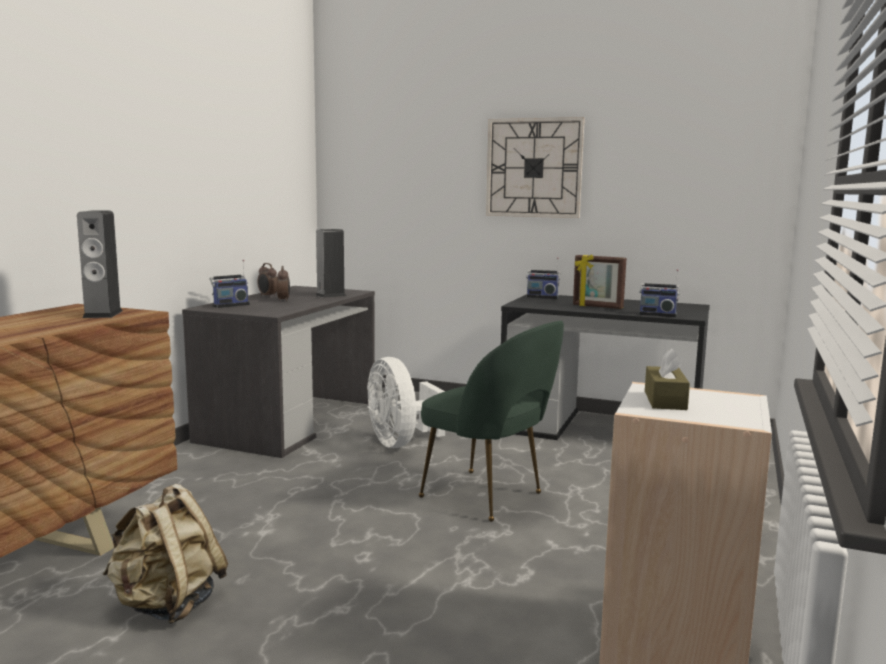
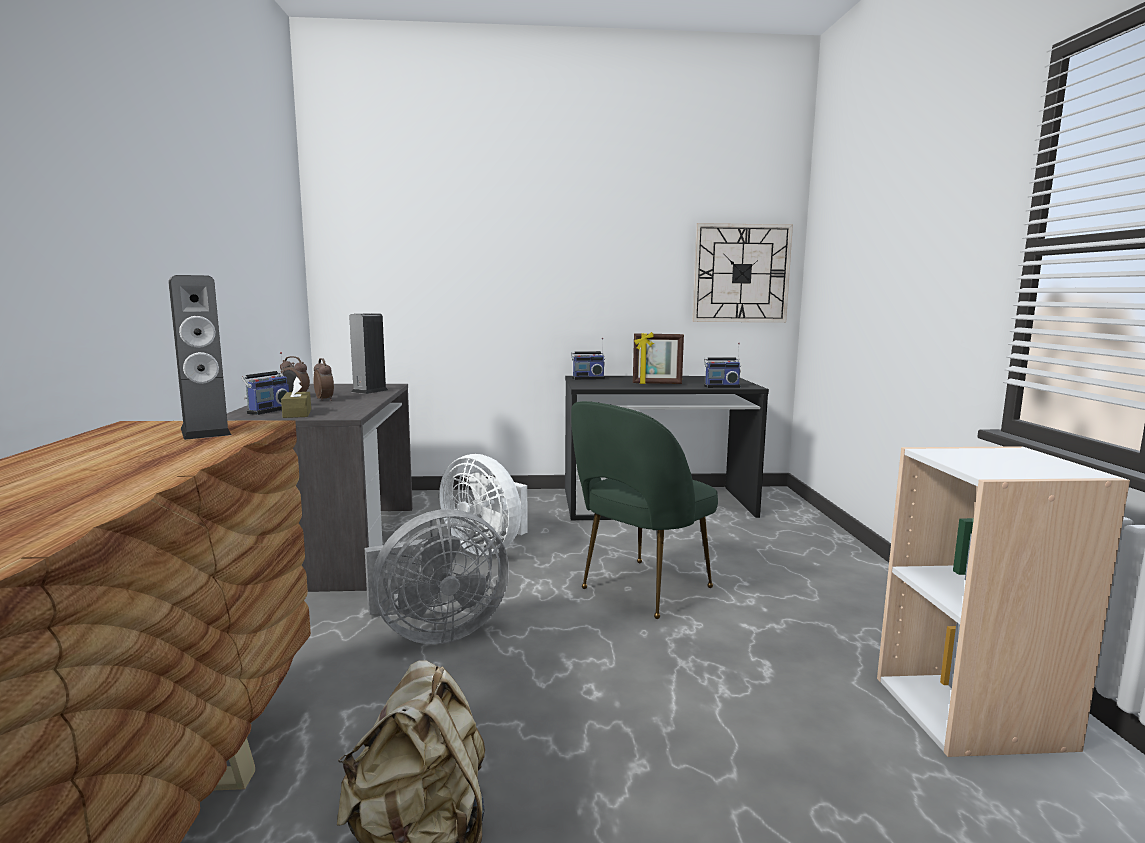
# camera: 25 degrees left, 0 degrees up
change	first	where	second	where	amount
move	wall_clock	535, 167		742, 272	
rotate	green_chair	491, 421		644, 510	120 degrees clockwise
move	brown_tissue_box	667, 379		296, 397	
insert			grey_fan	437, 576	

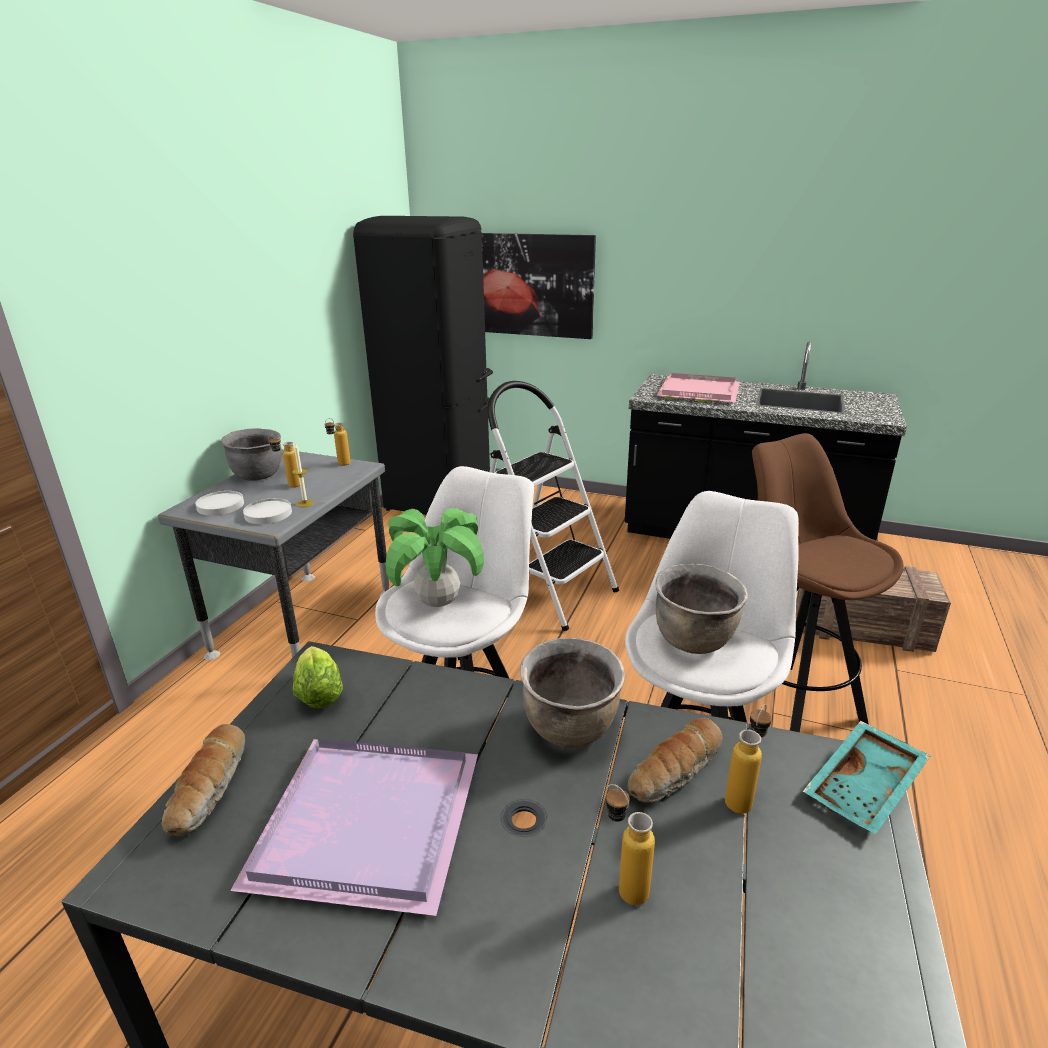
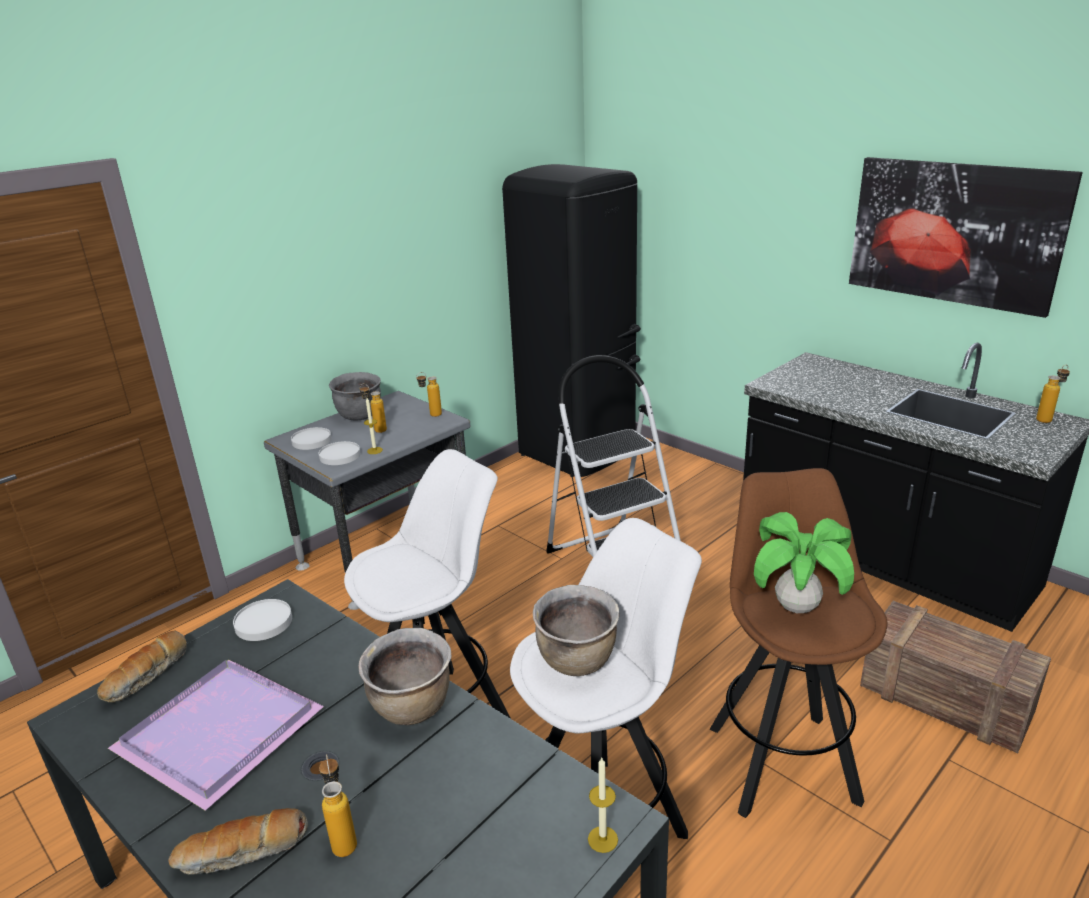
# camera: 25 degrees right, 0 degrees up
change	first	where	second	where	amount
move	picture	539, 286		965, 237	
delete	pink_tray	698, 387			
move	potted_plant	435, 557		804, 562	
replace	lettuce	318, 677	white_plate	262, 620	
move	bottle	748, 759		1053, 394	
move	bread	675, 760		238, 841	
replace	turquoise_tray	866, 778	candle	603, 805	

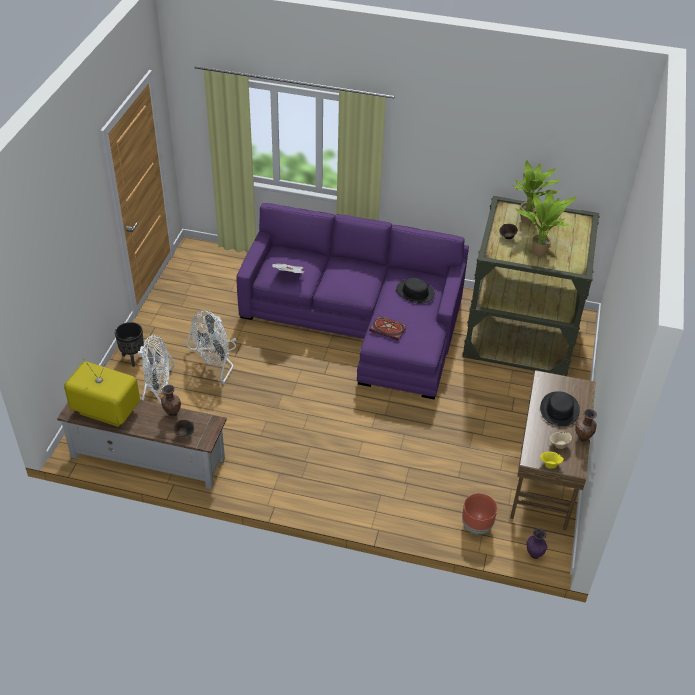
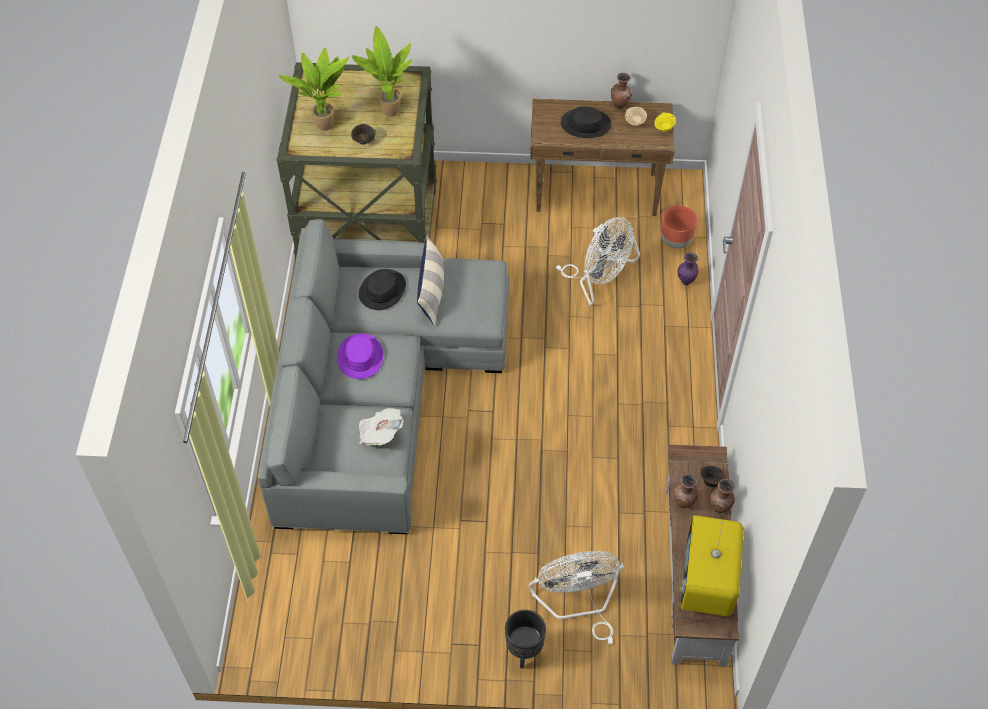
# camera: 100 degrees left, 10 degrees up
change	first	where	second	where	amount
recolor	purple_sofa	352, 301	grey_sofa	383, 376	
move	white_fan	211, 347		598, 261	
delete	book	388, 327			
move	purple_vase	537, 543		688, 268	
insert			pillow	430, 280	
insert			purple_hat	360, 356	
insert			brown_vase	722, 496	

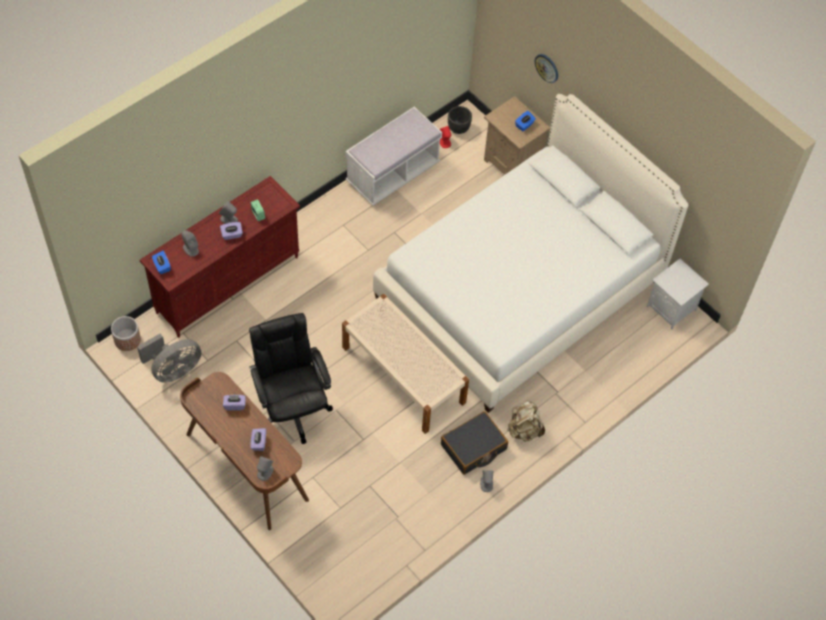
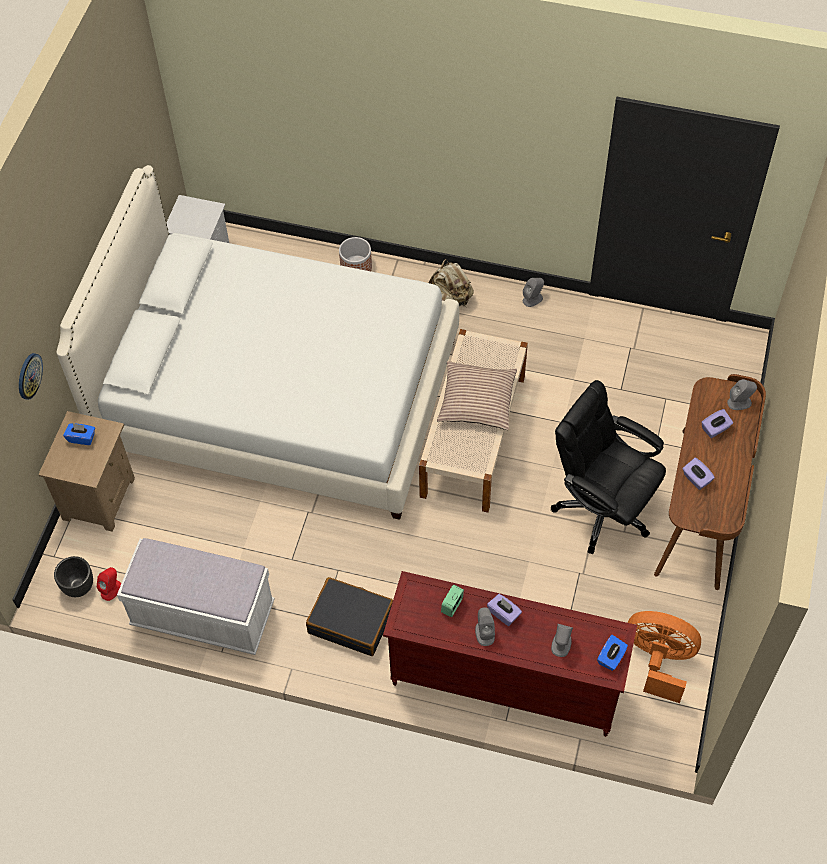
# camera: 120 degrees left, 0 degrees up
change	first	where	second	where	amount
rotate	black_office_chair	291, 378		608, 467	90 degrees clockwise
move	planter	126, 333		355, 254	
recolor	grey_fan	169, 358	orange_fan	664, 657	
move	black_suitcase	474, 443		349, 616	
insert			pillow	477, 395	

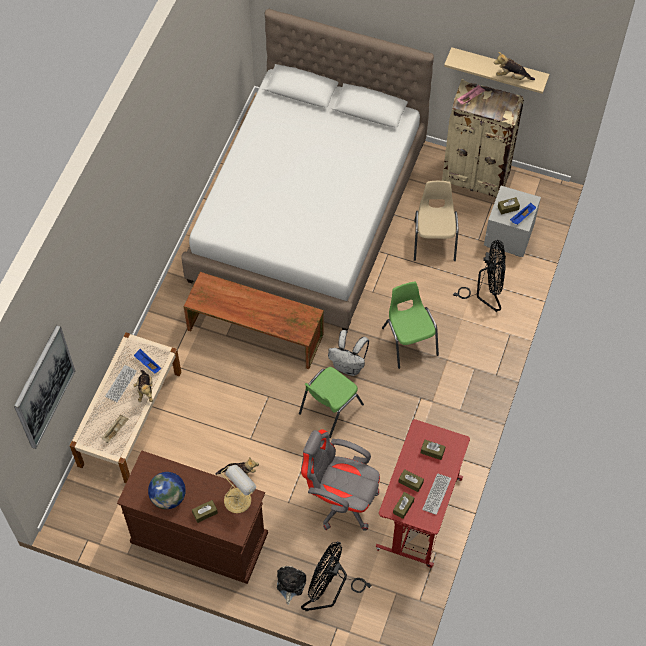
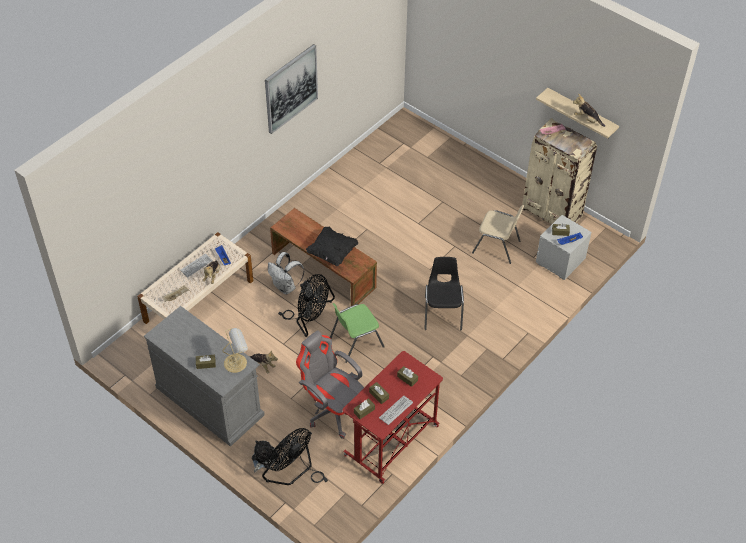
# camera: 20 degrees right, 10 degrees down
change	first	where	second	where	amount
delete	white_bed	307, 170			
rotate	beige_chair	436, 221		498, 234	90 degrees clockwise
move	black_fan	479, 276		306, 305	
recolor	green_chair	410, 325	black_chair	444, 294	
move	picture	44, 387		291, 89	
move	white_backpack	348, 353		286, 273	
recolor	brown_dresser	192, 517	grey_dresser	204, 376	
delete	globe	167, 490			
insert			black_pillow	332, 246	

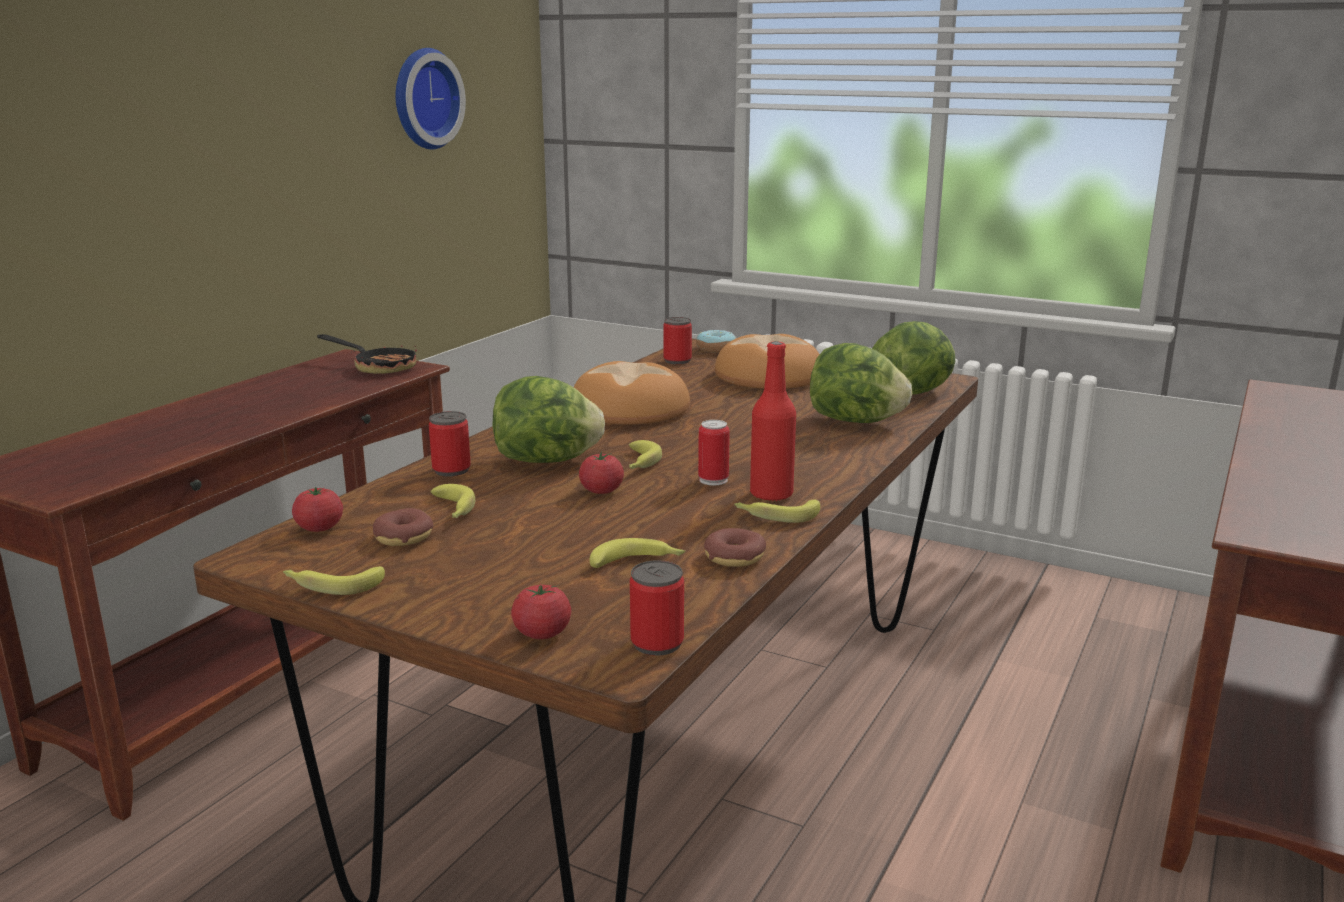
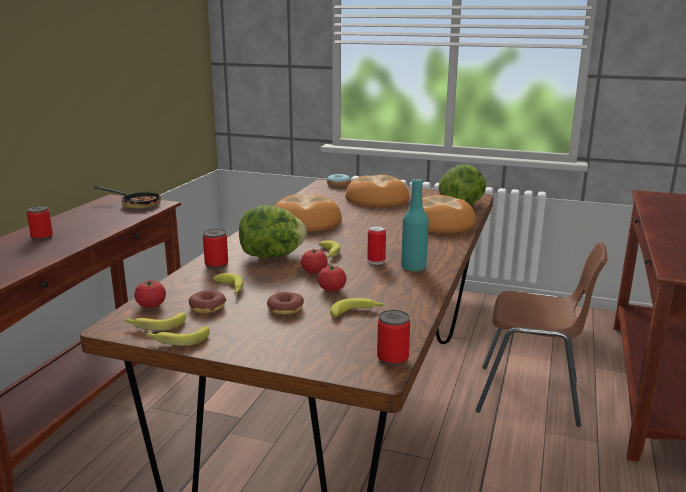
# camera: 10 degrees left, 0 degrees up
change	first	where	second	where	amount
delete	wall_clock	430, 99			
move	can	677, 340		40, 223	
recolor	red_bottle	773, 421	turquoise_bottle	415, 225	
replace	lettuce	861, 383	bread	440, 214	
move	banana	777, 511		155, 321	
move	donut	735, 547		285, 303	
move	tomato	541, 611		332, 279	
insert			brown_chair	541, 334	

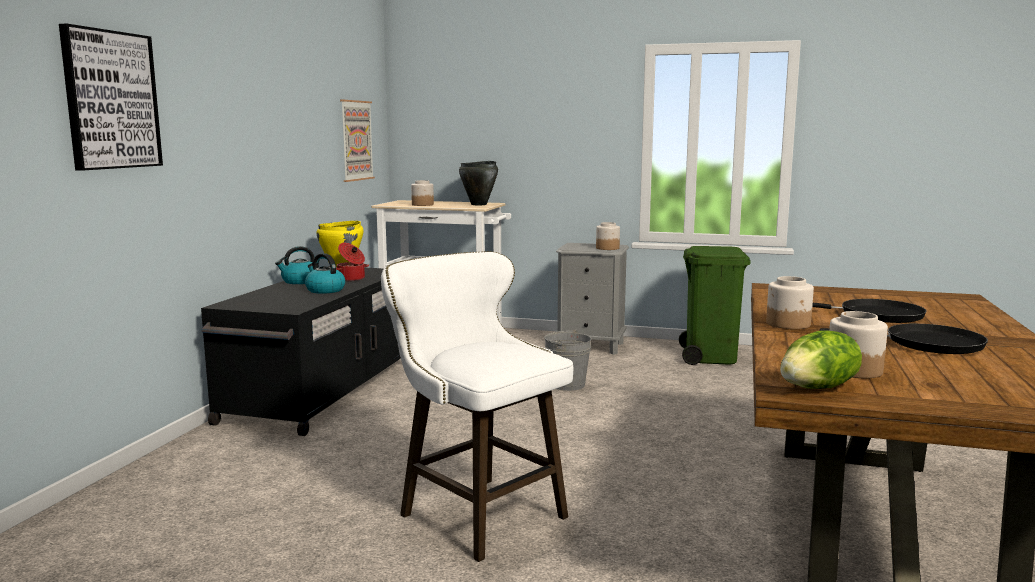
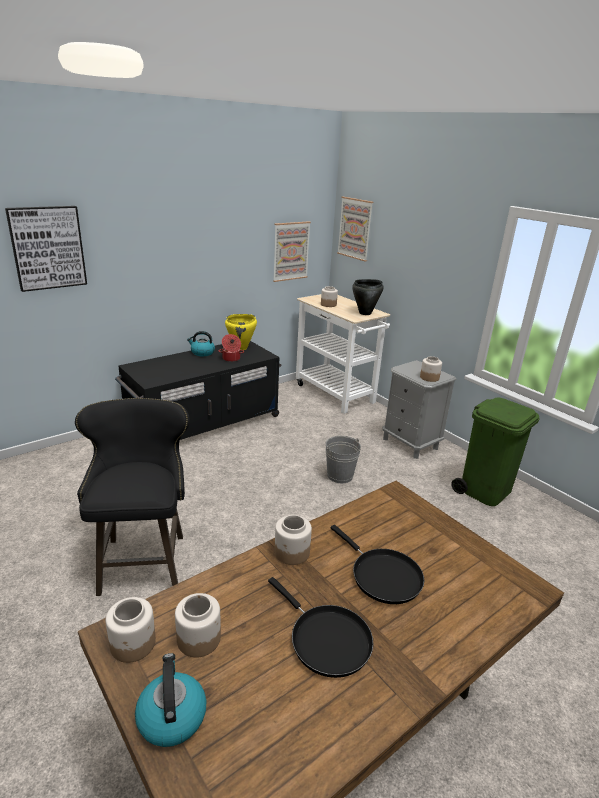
# camera: 35 degrees right, 15 degrees up
change	first	where	second	where	amount
recolor	white_stool	477, 406	black_stool	132, 497	
move	kettle	325, 273		170, 700	
replace	lettuce	821, 359	jar	130, 630	
insert			picture	355, 229	

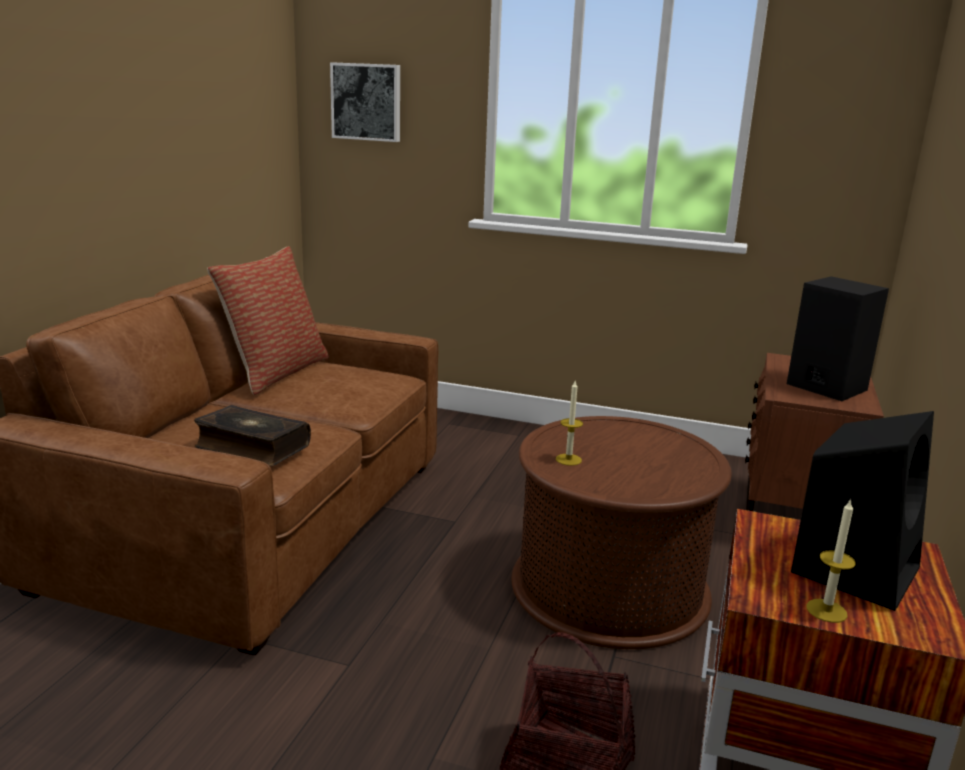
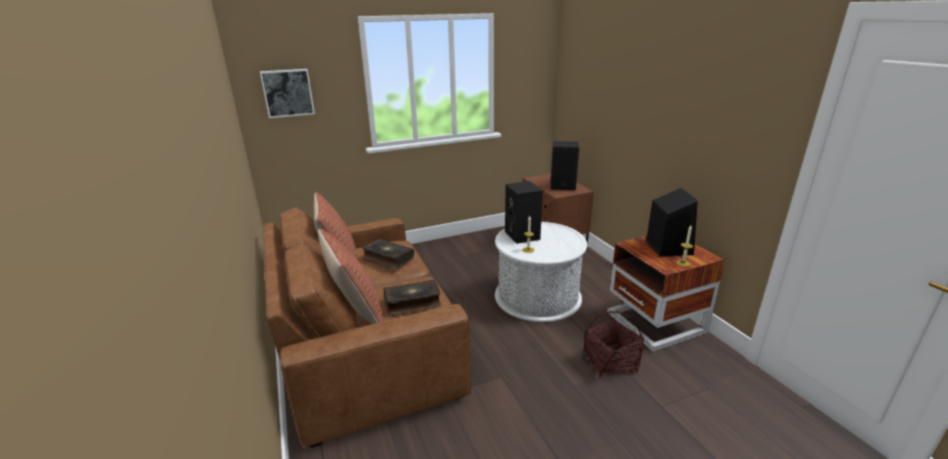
# camera: 40 degrees left, 5 degrees up
change	first	where	second	where	amount
recolor	brown_coffee_table	621, 532	white_coffee_table	541, 272	
insert			black_speaker	524, 212	
insert			pillow	351, 276	
insert			book	388, 254	

